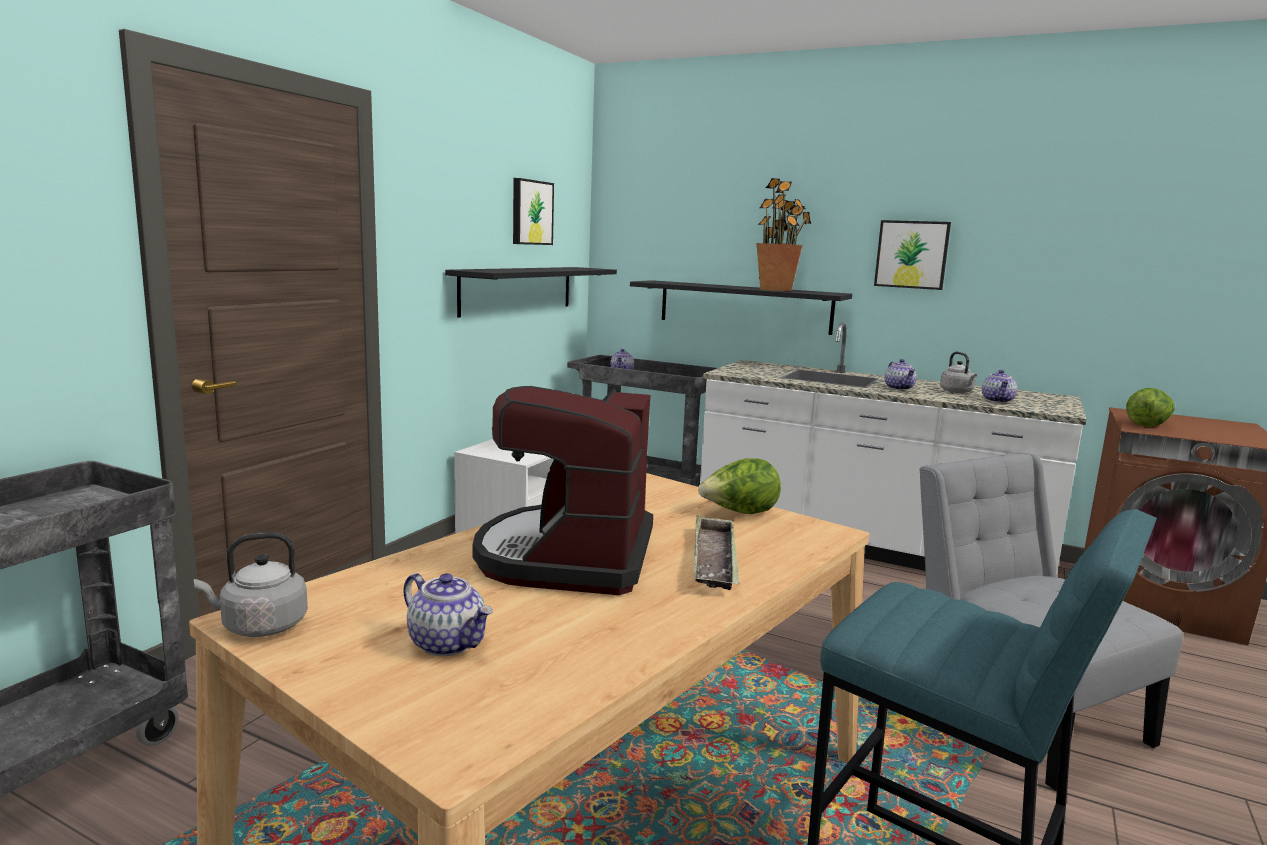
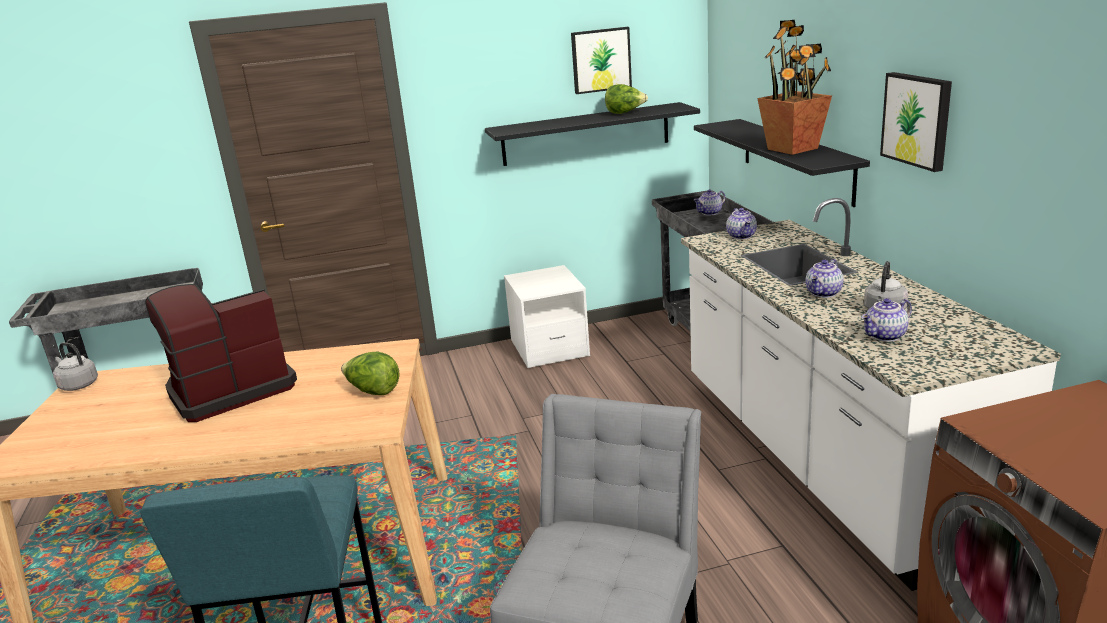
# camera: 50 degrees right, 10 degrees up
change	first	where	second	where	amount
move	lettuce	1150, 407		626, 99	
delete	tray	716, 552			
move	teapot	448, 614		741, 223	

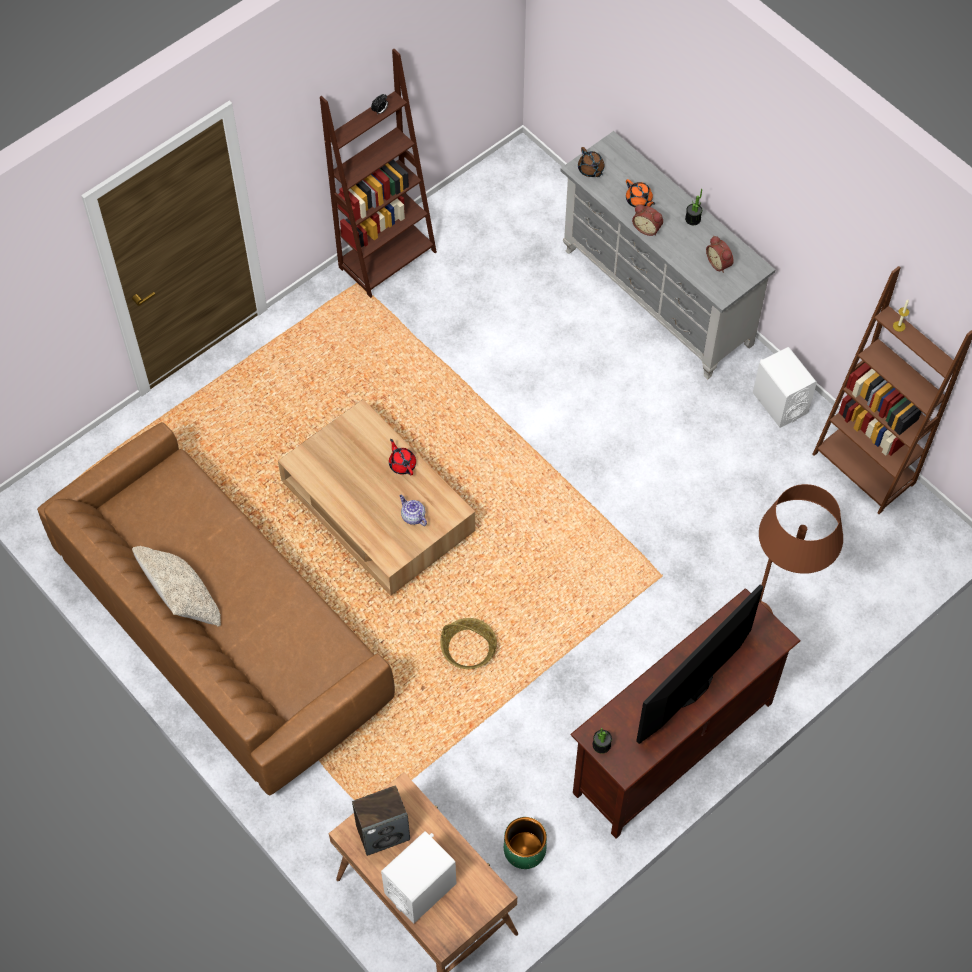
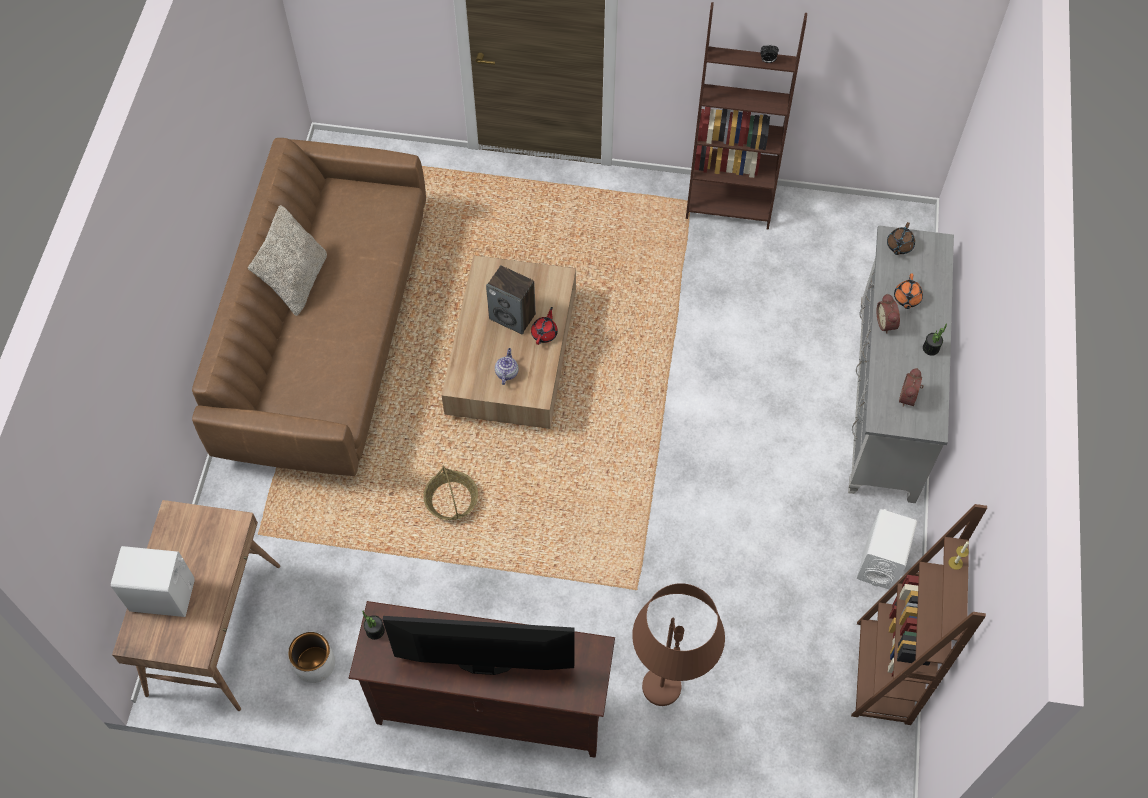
# camera: 50 degrees right, 0 degrees up
change	first	where	second	where	amount
move	speaker	381, 820		511, 300	
recolor	green_planter	525, 843	white_planter	311, 657	

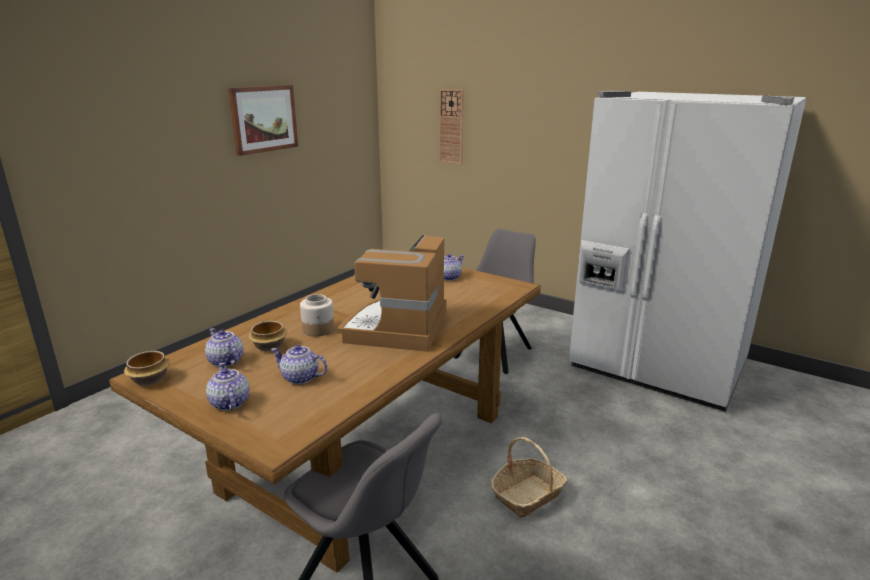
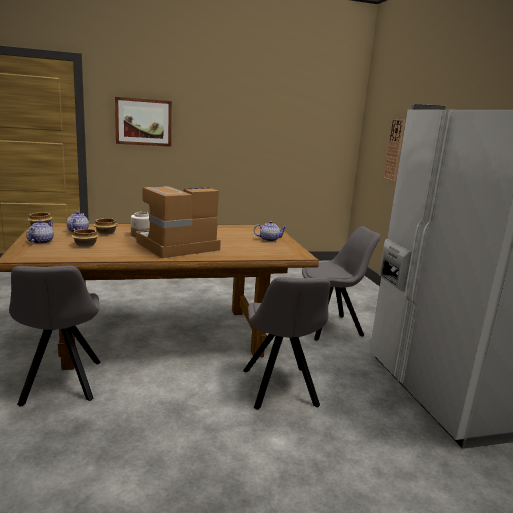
# camera: 40 degrees right, 5 degrees down
change	first	where	second	where	amount
move	picture	263, 120		143, 122	
replace	teapot	299, 364	bowl	85, 238	
delete	basket	529, 477			
insert			grey_chair	286, 343	

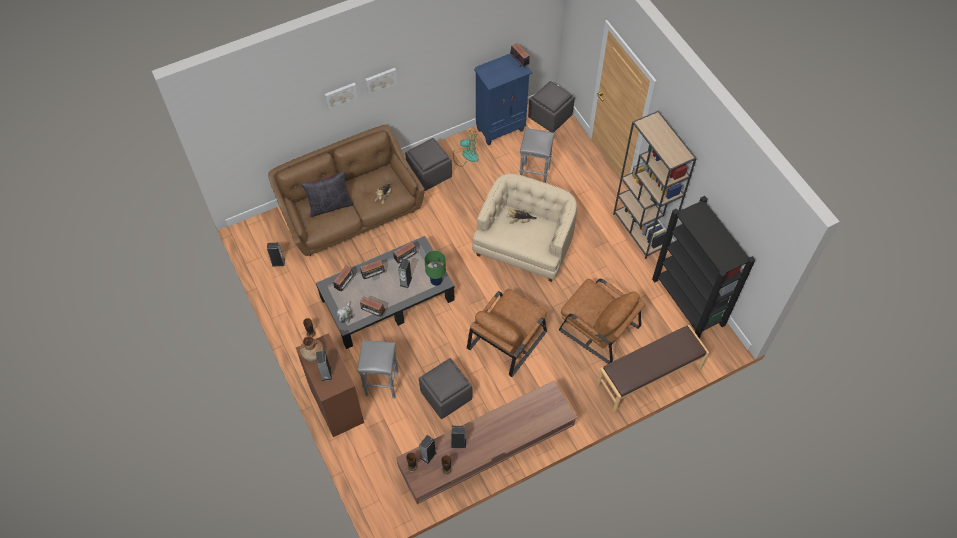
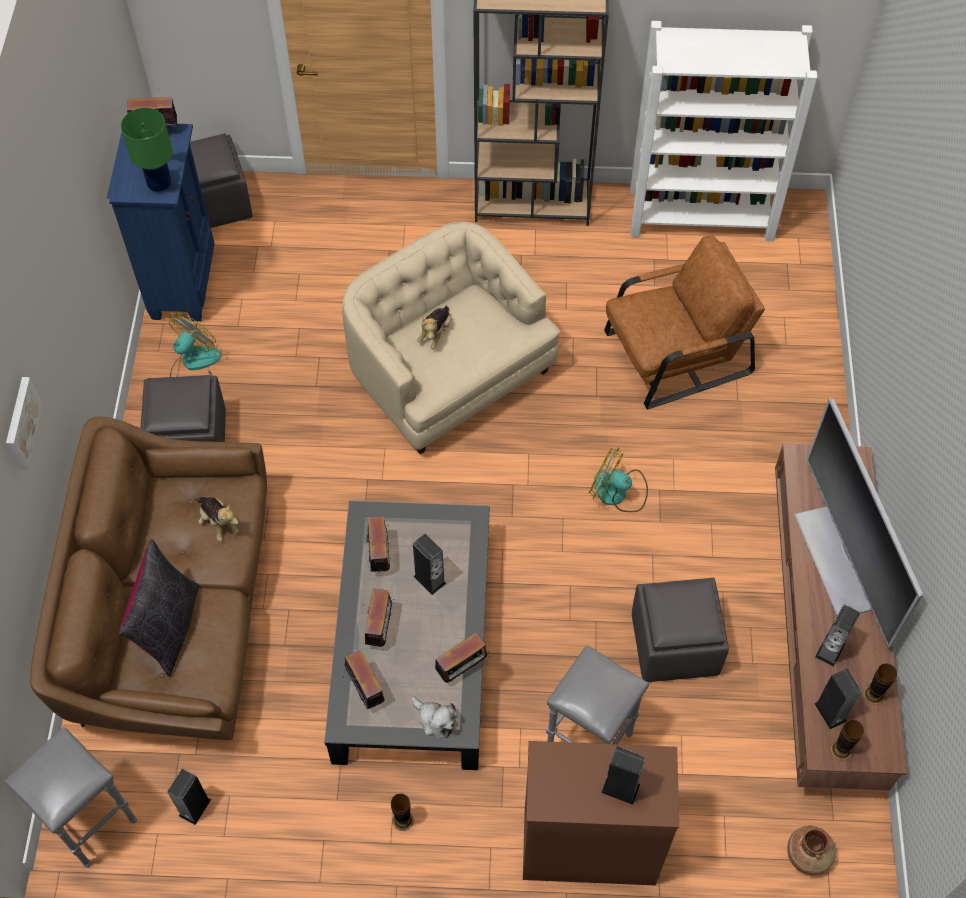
# camera: 60 degrees left, 0 degrees up
change	first	where	second	where	amount
delete	picture	381, 81			
move	grey_stool	537, 155		70, 797	
recolor	black_bookcase	703, 267	white_bookcase	723, 131	
move	green_table_lamp	435, 268		146, 150	
replace	brown_armchair	507, 333	fan	618, 480	
delete	brown_bench	652, 369			
move	brown_vase	312, 349		811, 850	
insert			television	858, 523	

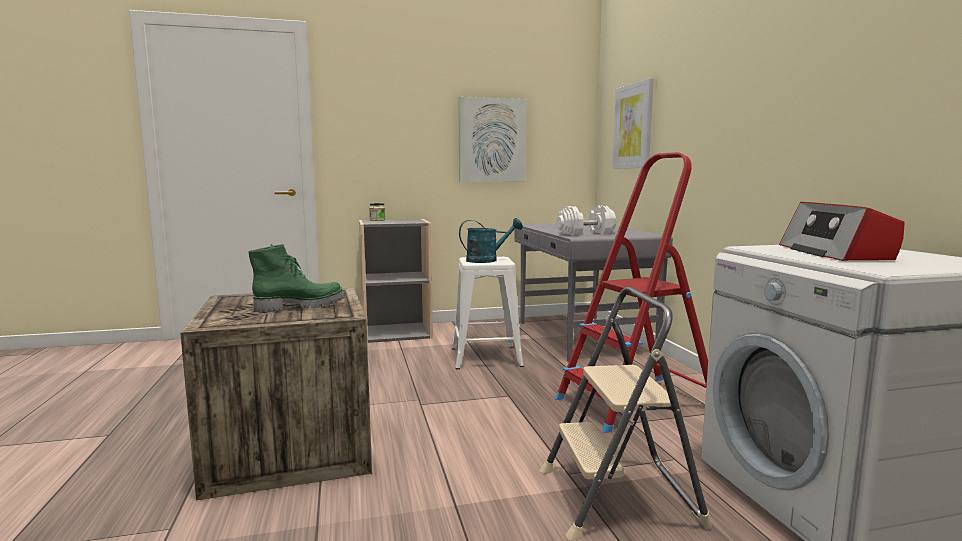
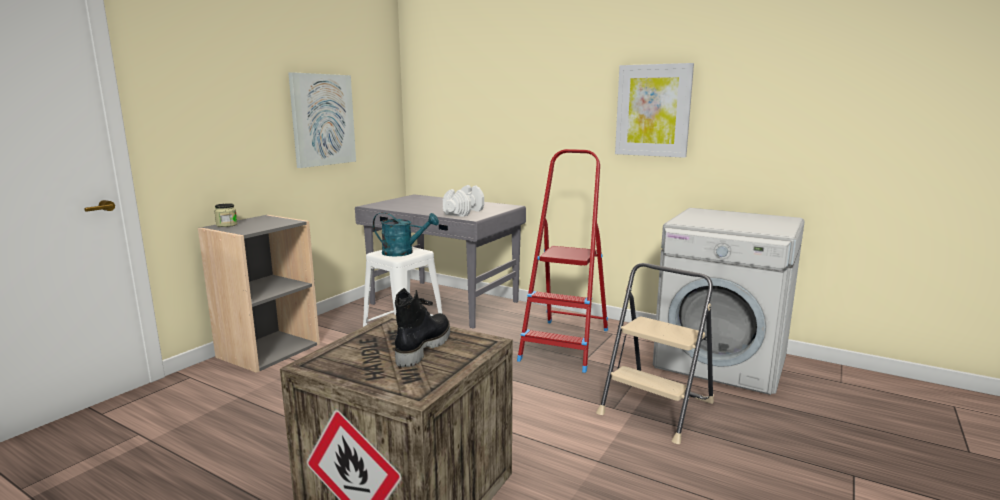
# camera: 45 degrees left, 5 degrees up
change	first	where	second	where	amount
move	picture	633, 123		654, 110	
delete	radio	842, 231			
rotate	turquoise_watering_can	491, 240		406, 234	75 degrees clockwise
recolor	green_boot	297, 278	black_boot	422, 327	

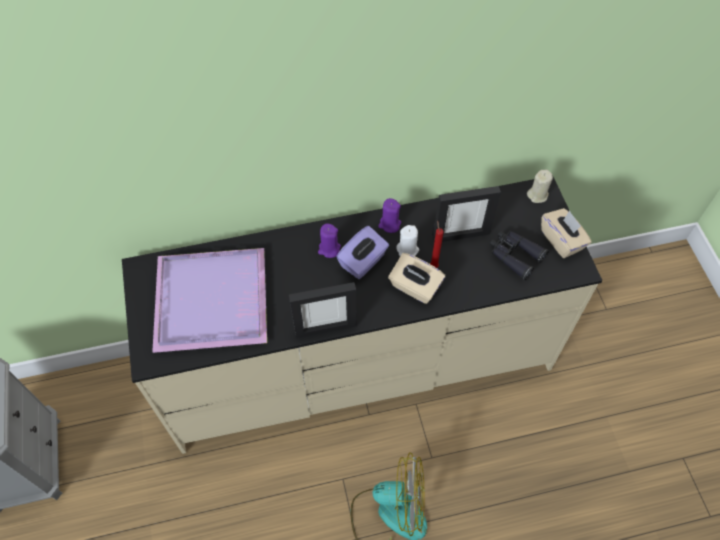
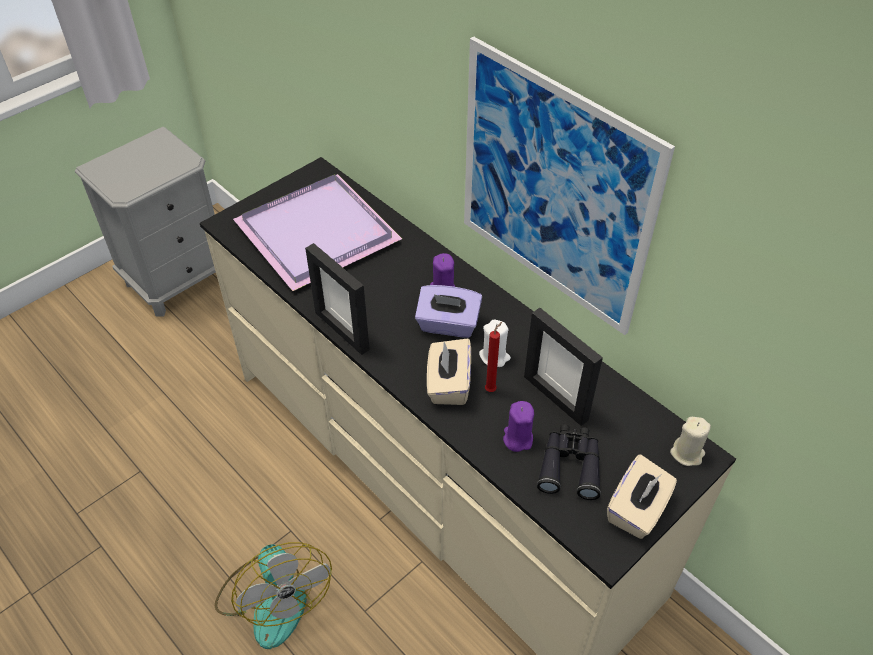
# camera: 60 degrees right, 10 degrees down
change	first	where	second	where	amount
move	purple_candle	389, 215		518, 426	
insert			picture	569, 185	

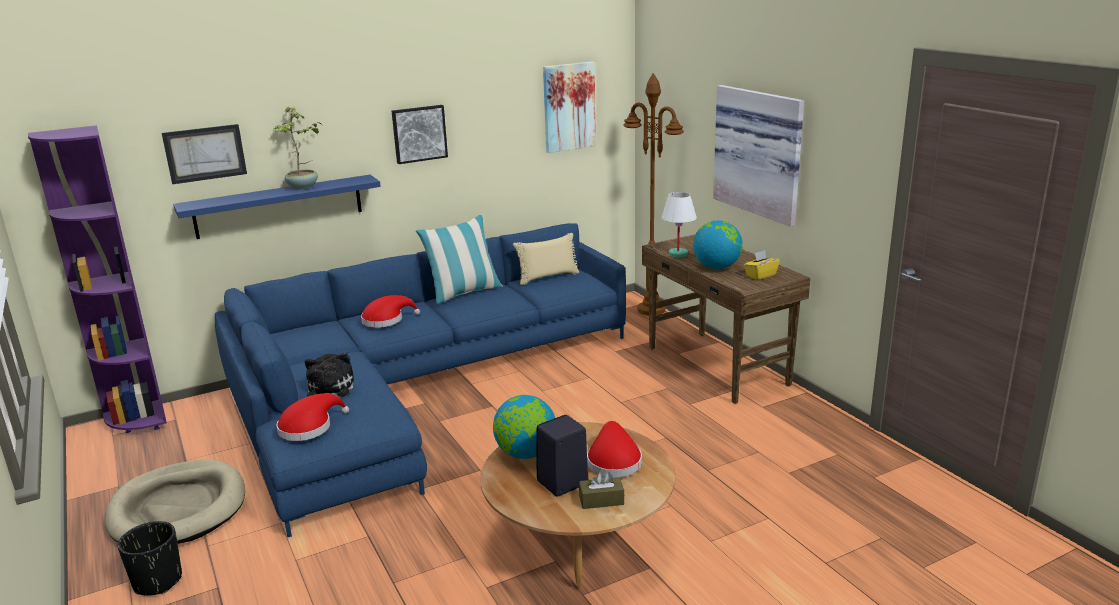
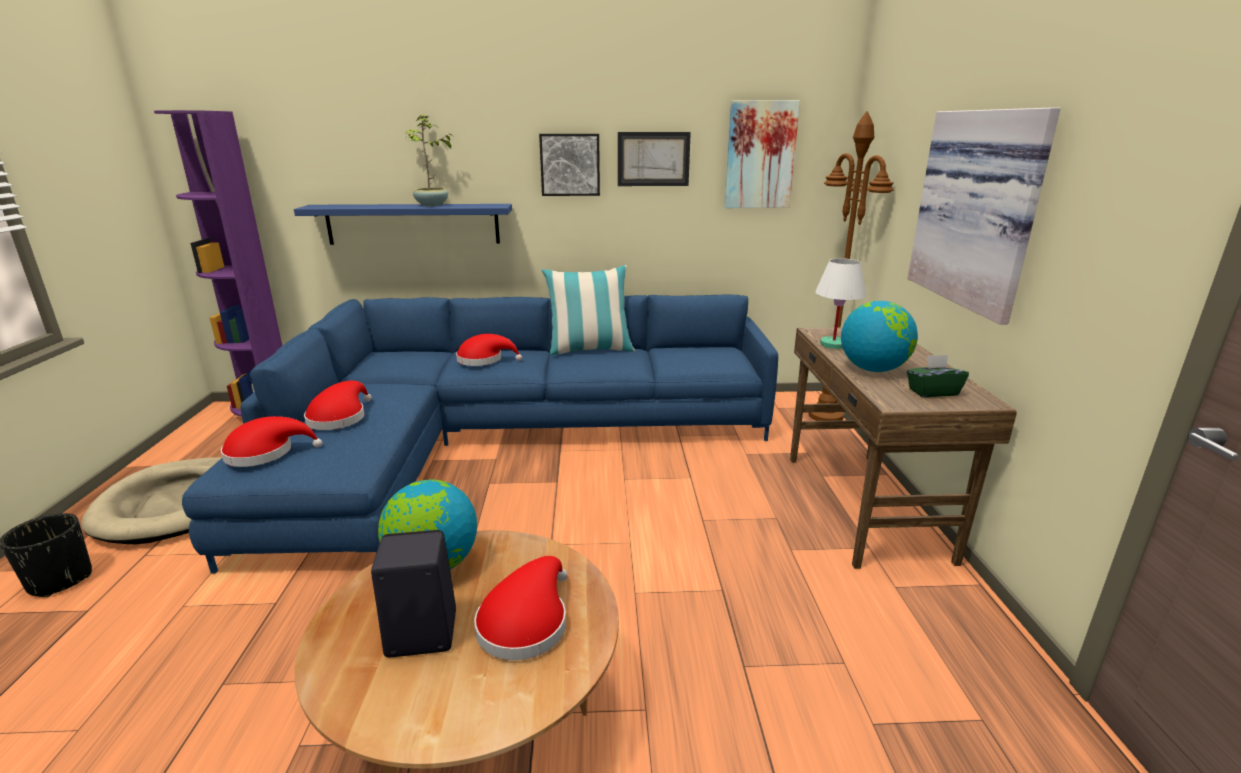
# camera: 25 degrees right, 0 degrees up
change	first	where	second	where	amount
move	picture	204, 154		654, 159	
delete	beige_pillow	546, 259			
recolor	yellow_tissue_box	762, 265	green_tissue_box	938, 376	
replace	plush_toy	329, 375	red_hat	338, 405	
delete	brown_tissue_box	601, 490			

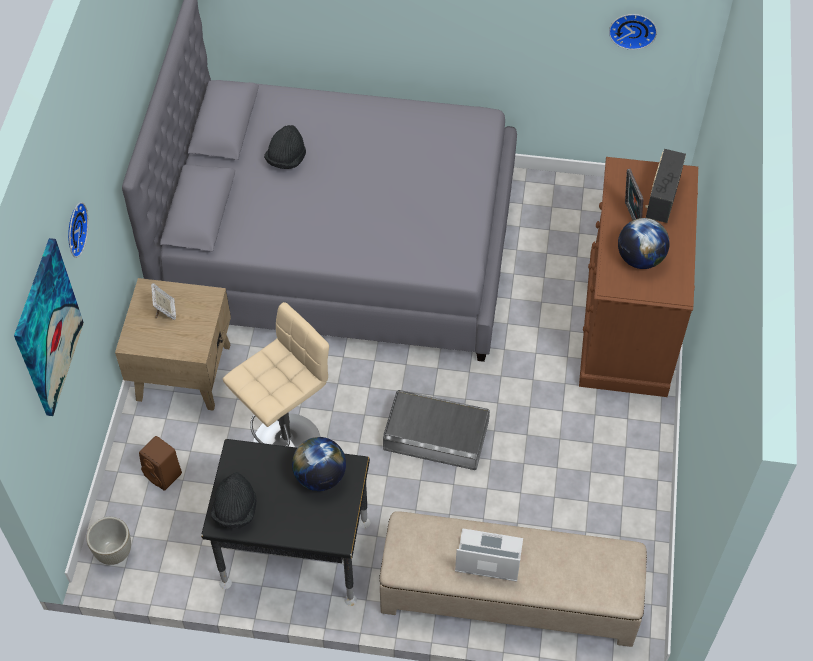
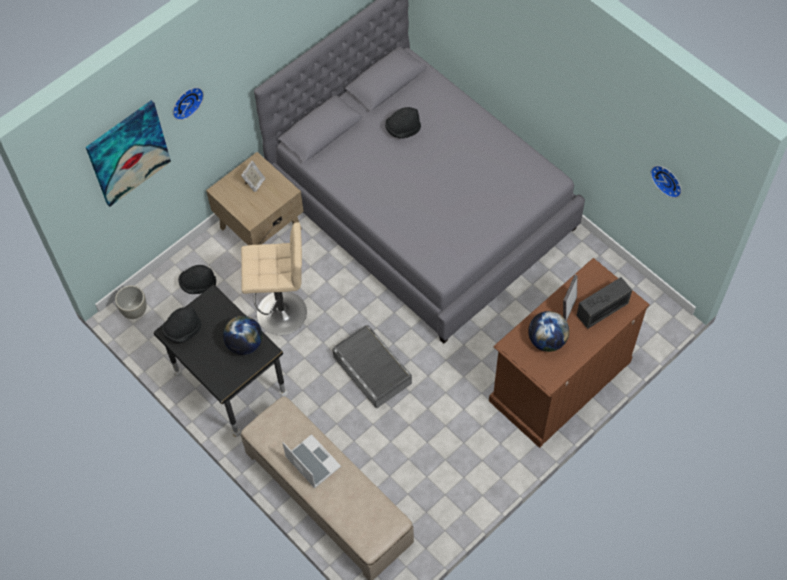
# camera: 40 degrees right, 5 degrees up
change	first	where	second	where	amount
replace	brown_speaker	160, 463	black_hat	197, 279	

